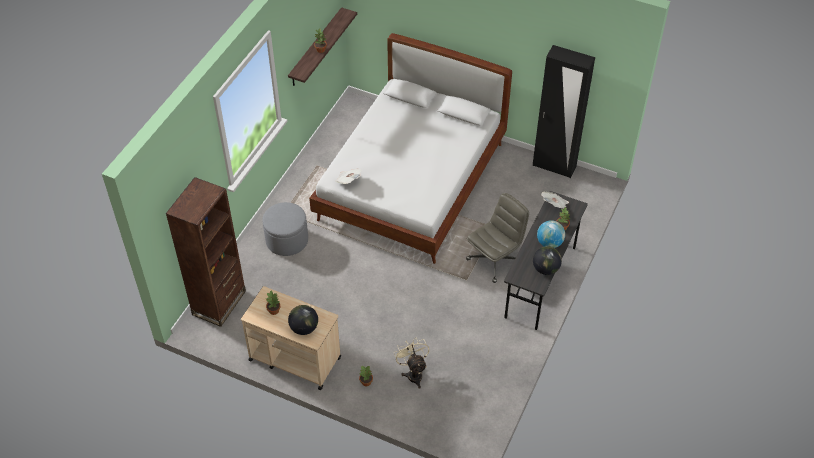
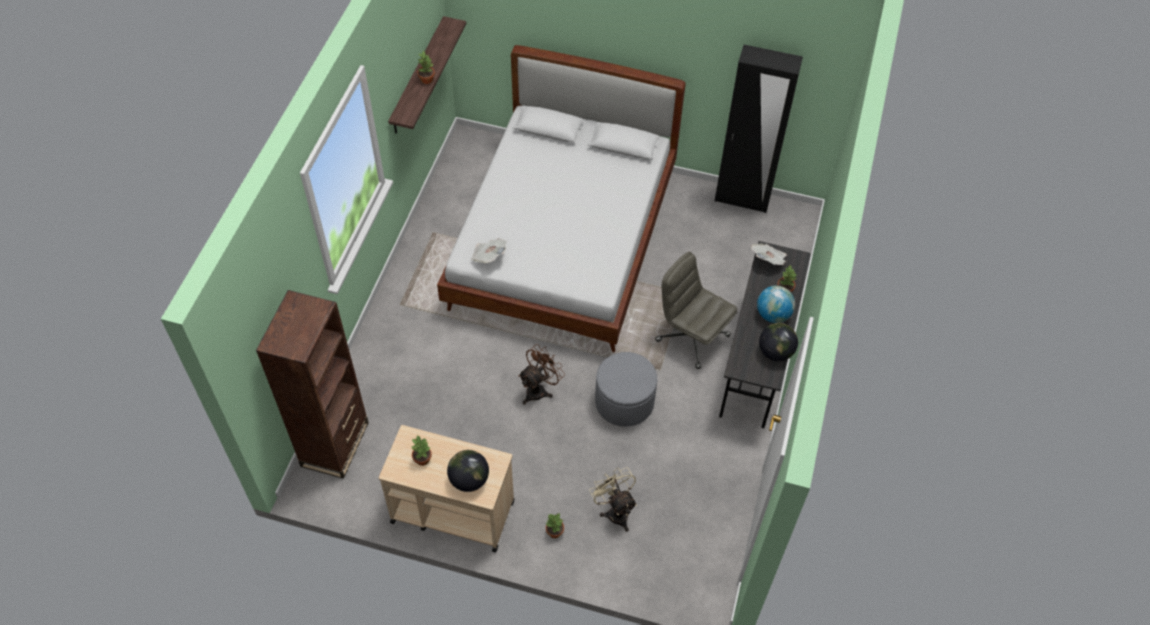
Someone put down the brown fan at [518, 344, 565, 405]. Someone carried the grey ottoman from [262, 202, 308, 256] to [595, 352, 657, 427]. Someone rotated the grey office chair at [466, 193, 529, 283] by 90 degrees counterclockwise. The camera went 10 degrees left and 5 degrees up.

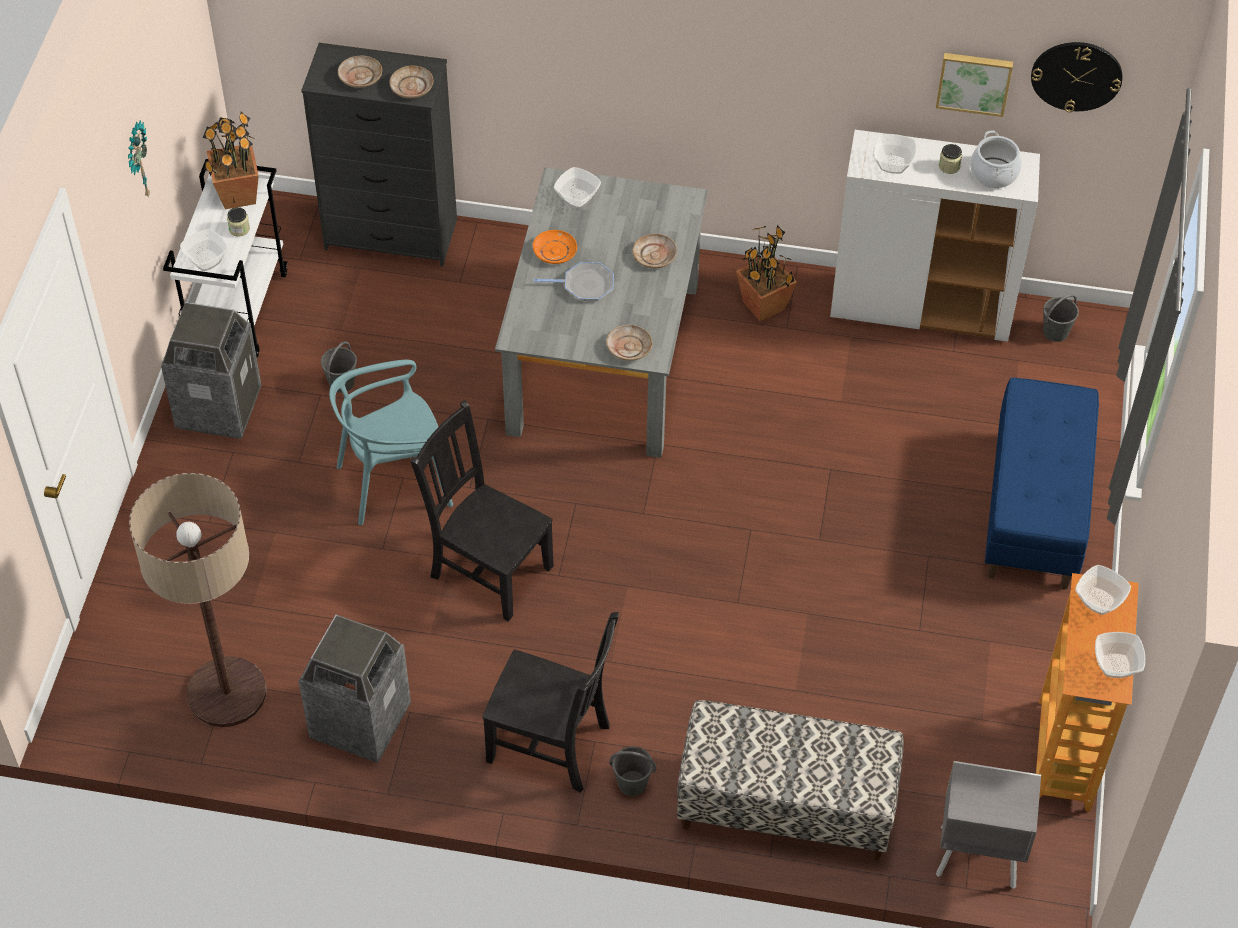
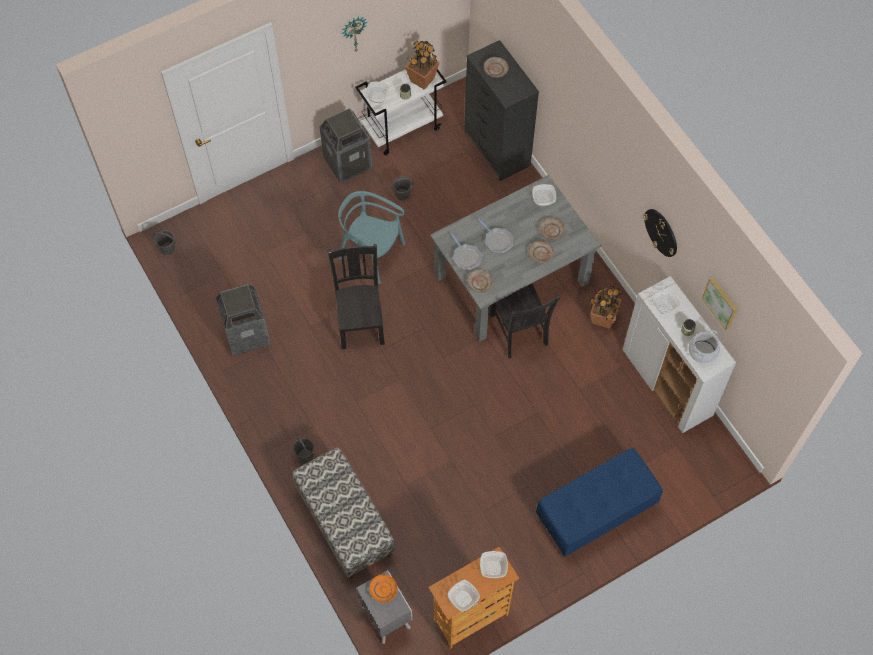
Someone took away the floor lamp at [129, 473, 266, 727]. Someone put down the frying pan at [451, 233, 482, 270]. Someone carried the beige plate from [389, 66, 433, 98] to [540, 218, 565, 240]. Someone carried the black chair from [482, 612, 619, 793] to [490, 283, 560, 358]. Someone carried the orange plate from [533, 230, 577, 264] to [369, 574, 397, 603]. Someone carried the wall clock from [1031, 42, 1122, 113] to [643, 209, 677, 257]. Someone carried the grey bucket from [1043, 294, 1079, 342] to [153, 230, 176, 255]. The camera went 50 degrees right and 10 degrees up.

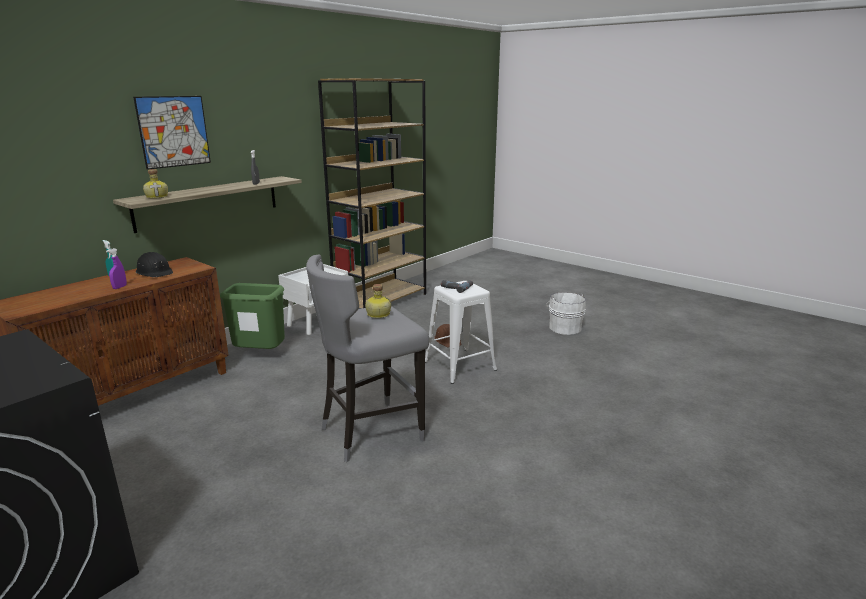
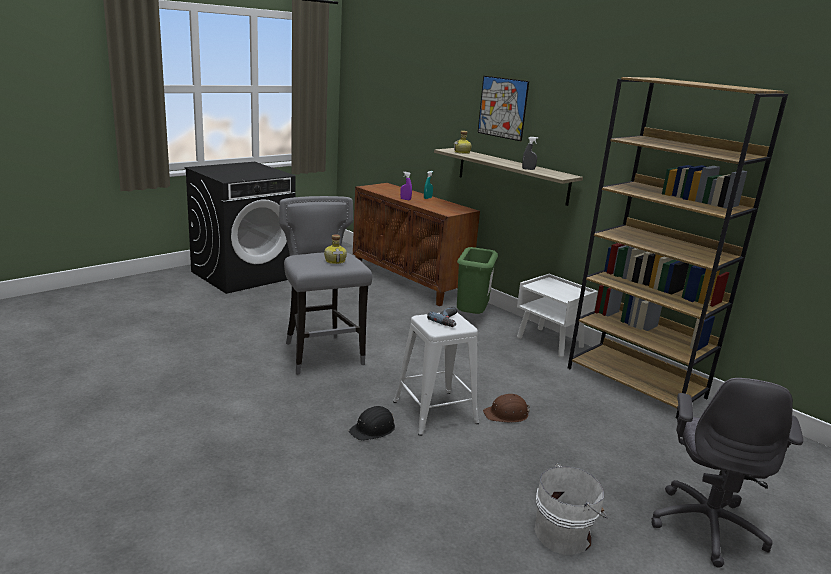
Someone put down the grey office chair at [652, 378, 803, 568]. Someone carried the black hard hat from [136, 252, 173, 277] to [349, 406, 395, 441]. The camera went 95 degrees right and 0 degrees up.

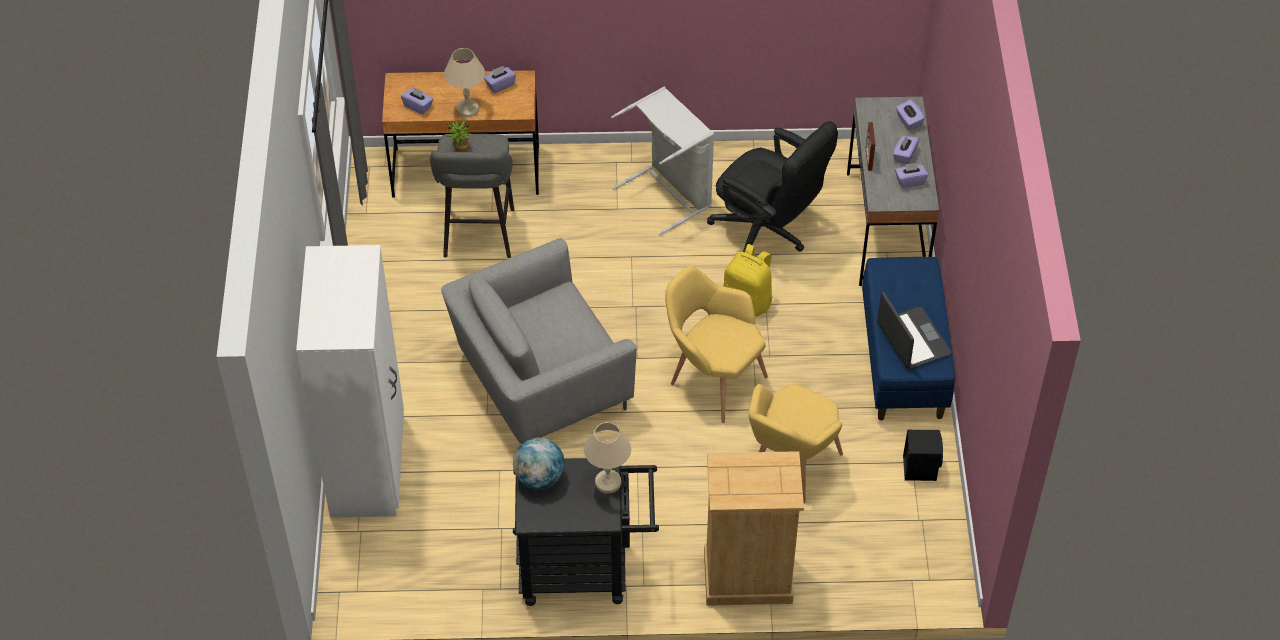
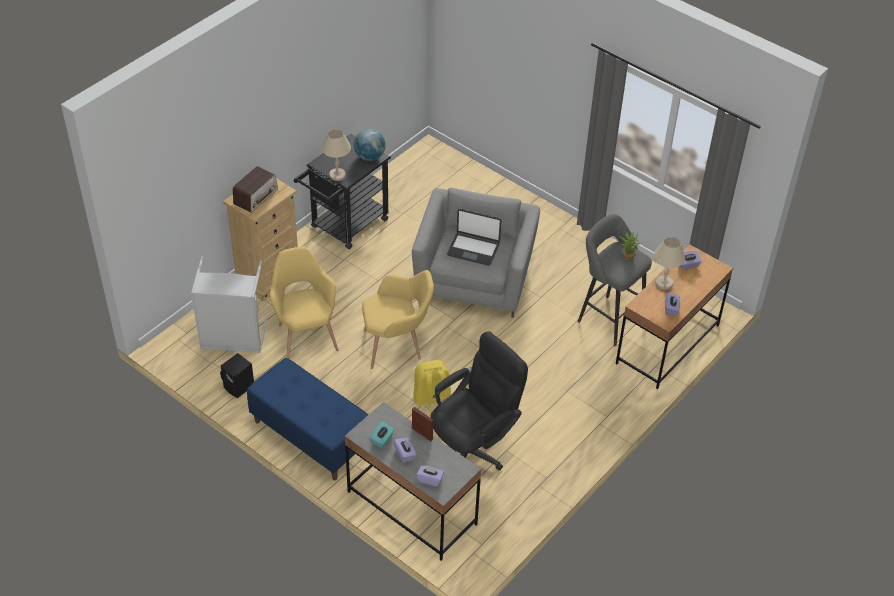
Someone took away the white wardrobe at [296, 245, 404, 518]. Someone put down the radio at [233, 166, 278, 213]. Someone carried the grey laundry basket from [611, 87, 714, 235] to [191, 256, 268, 353]. Someone carried the laptop from [877, 292, 952, 369] to [447, 209, 501, 266]. Someone repainted the purple tissue box at [895, 163, 928, 188], which became the turquoise tissue box at [370, 421, 395, 448]. Someone rotated the black office chair at [707, 121, 838, 252] by 150 degrees clockwise. The camera went 130 degrees right and 5 degrees down.

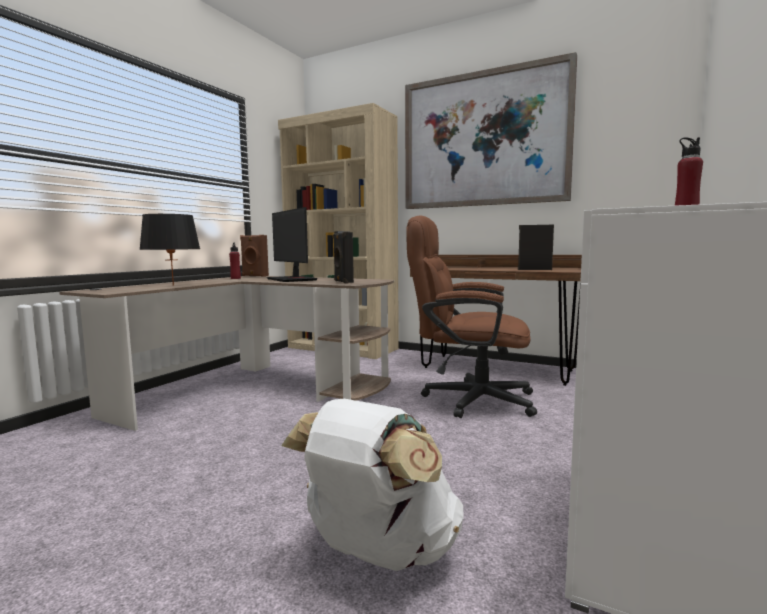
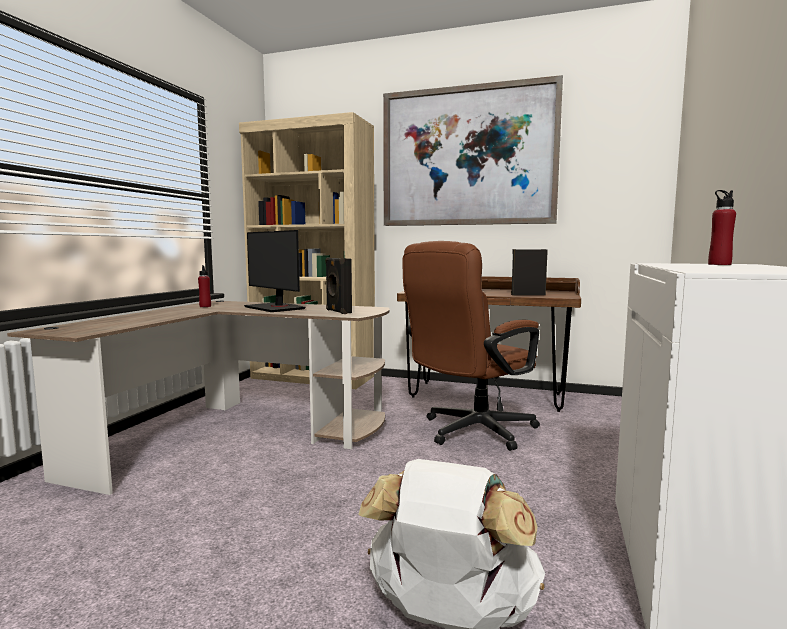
Someone took away the black table lamp at [139, 214, 200, 286]. Someone took away the brown speaker at [240, 235, 269, 277]. Someone rotated the brown office chair at [406, 215, 537, 418] by 45 degrees counterclockwise. The camera went 10 degrees left and 0 degrees up.

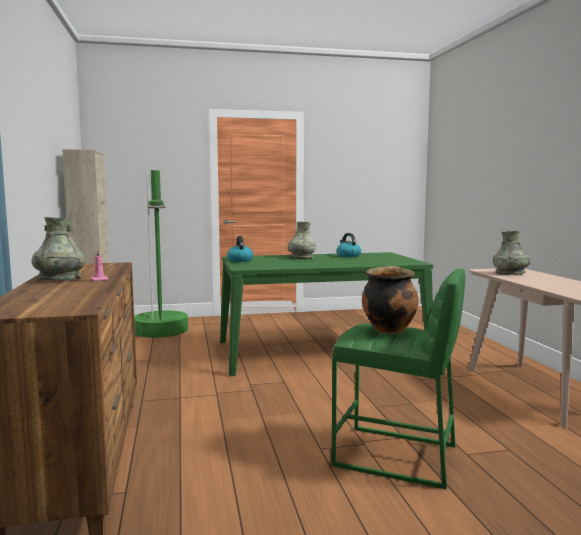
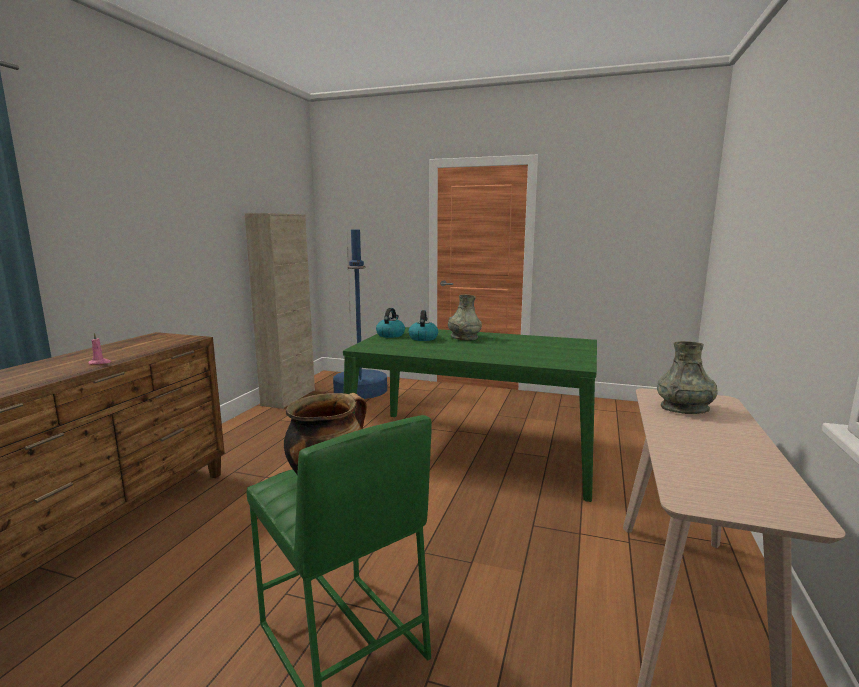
Someone took away the grey vase at [31, 217, 85, 280]. Someone carried the kettle from [337, 233, 361, 257] to [409, 310, 438, 341]. Someone repainted the green floor lamp at [134, 170, 188, 338], which became the blue floor lamp at [333, 230, 387, 399]. The camera went 30 degrees right and 5 degrees up.

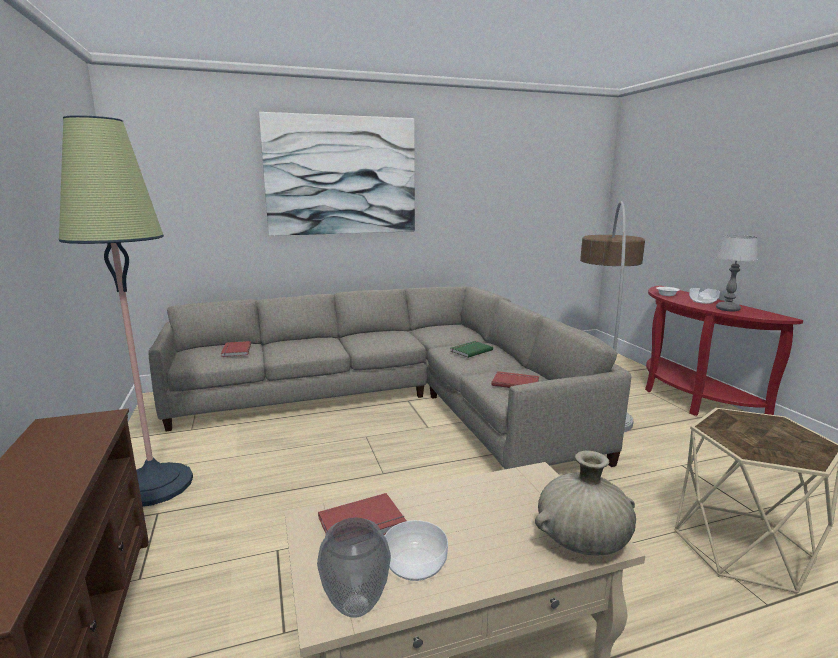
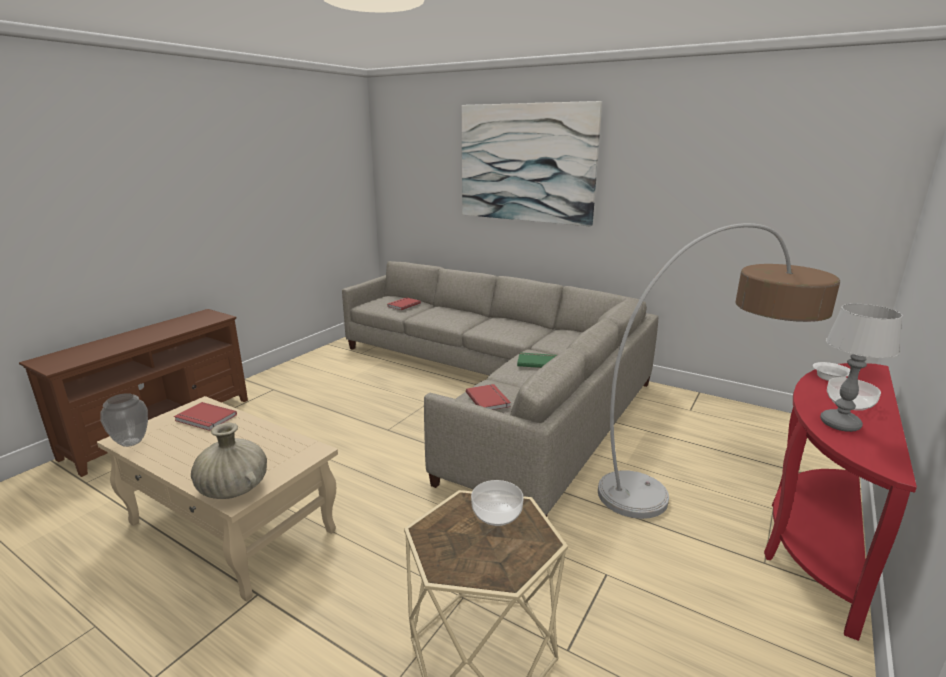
Someone took away the floor lamp at [59, 115, 193, 507]. Someone carried the bowl from [385, 520, 448, 581] to [471, 480, 524, 526]. The camera went 50 degrees right and 5 degrees up.

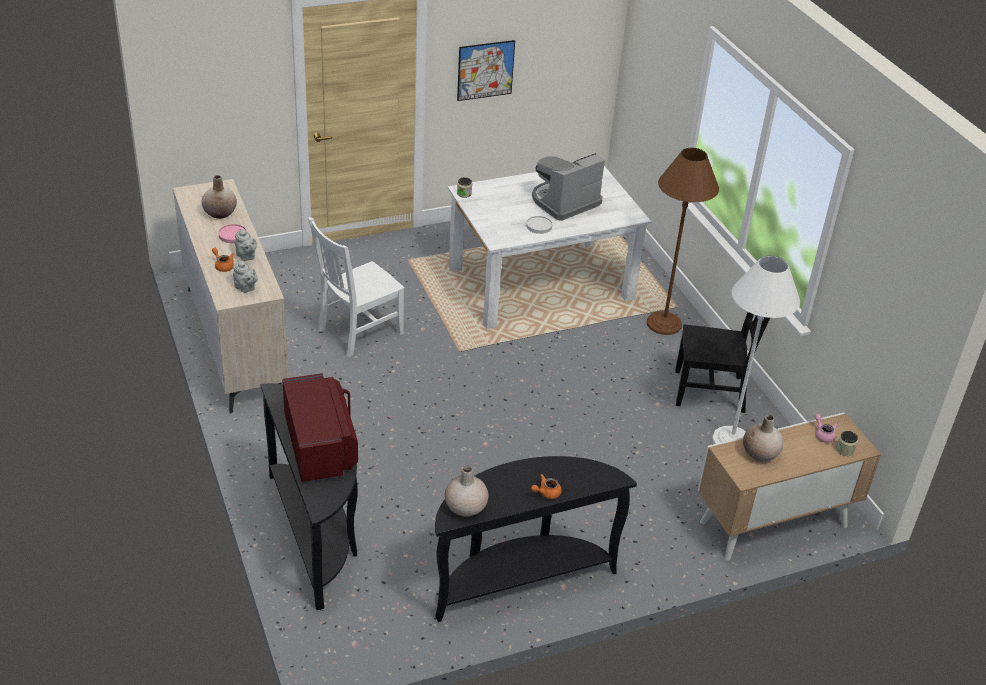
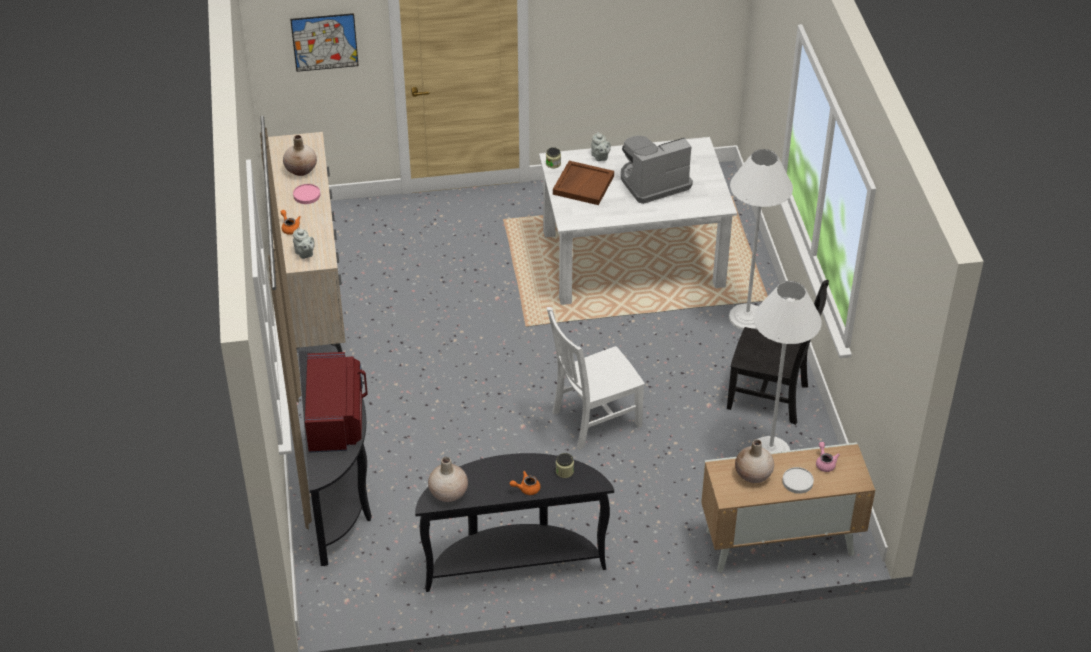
Someone put down the brown tray at [553, 161, 614, 205]. Someone carried the grey teapot from [235, 228, 257, 261] to [591, 132, 611, 161]. Someone carried the white chair from [308, 217, 404, 357] to [547, 307, 645, 450]. Someone carried the picture from [457, 40, 515, 101] to [290, 13, 359, 72]. Someone carried the white plate from [526, 216, 552, 234] to [782, 467, 814, 494]. Someone carried the jar from [836, 431, 858, 456] to [556, 453, 574, 478]. Someone repainted the brown floor lamp at [647, 148, 719, 335], which became the white floor lamp at [729, 149, 793, 330]. The camera went 15 degrees right and 5 degrees up.

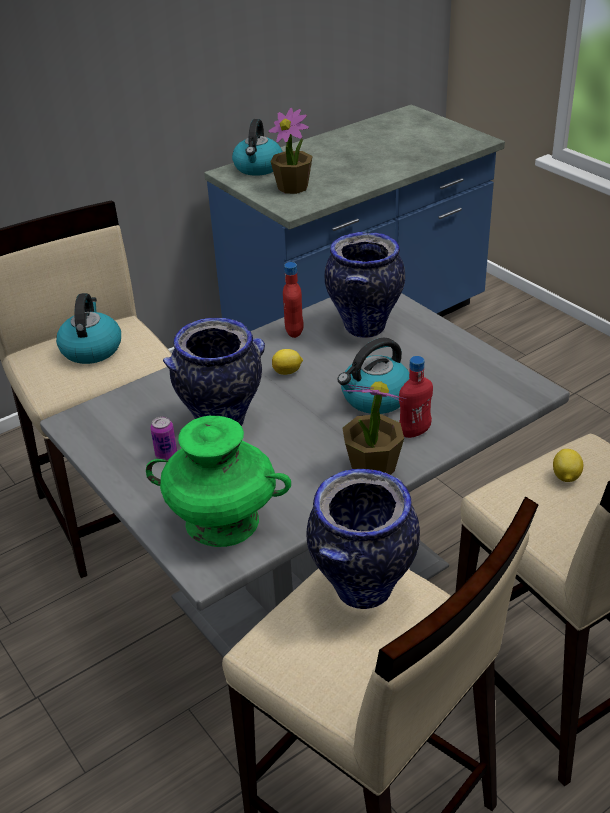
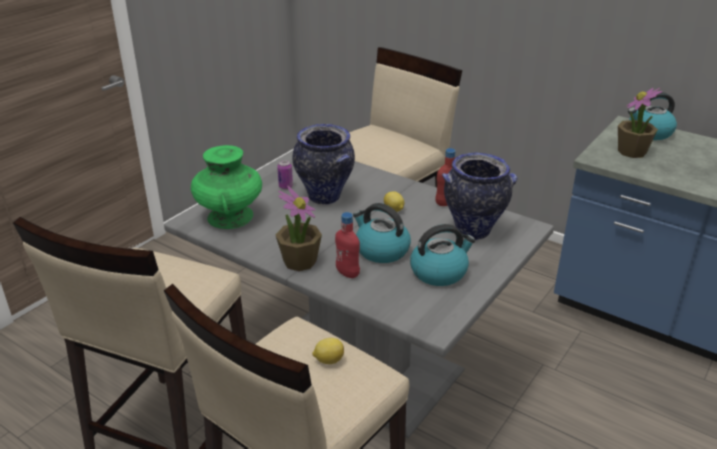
Someone took away the vase at [307, 469, 420, 609]. Someone carried the kettle from [56, 293, 121, 364] to [410, 224, 476, 286]. The camera went 70 degrees right and 5 degrees down.

